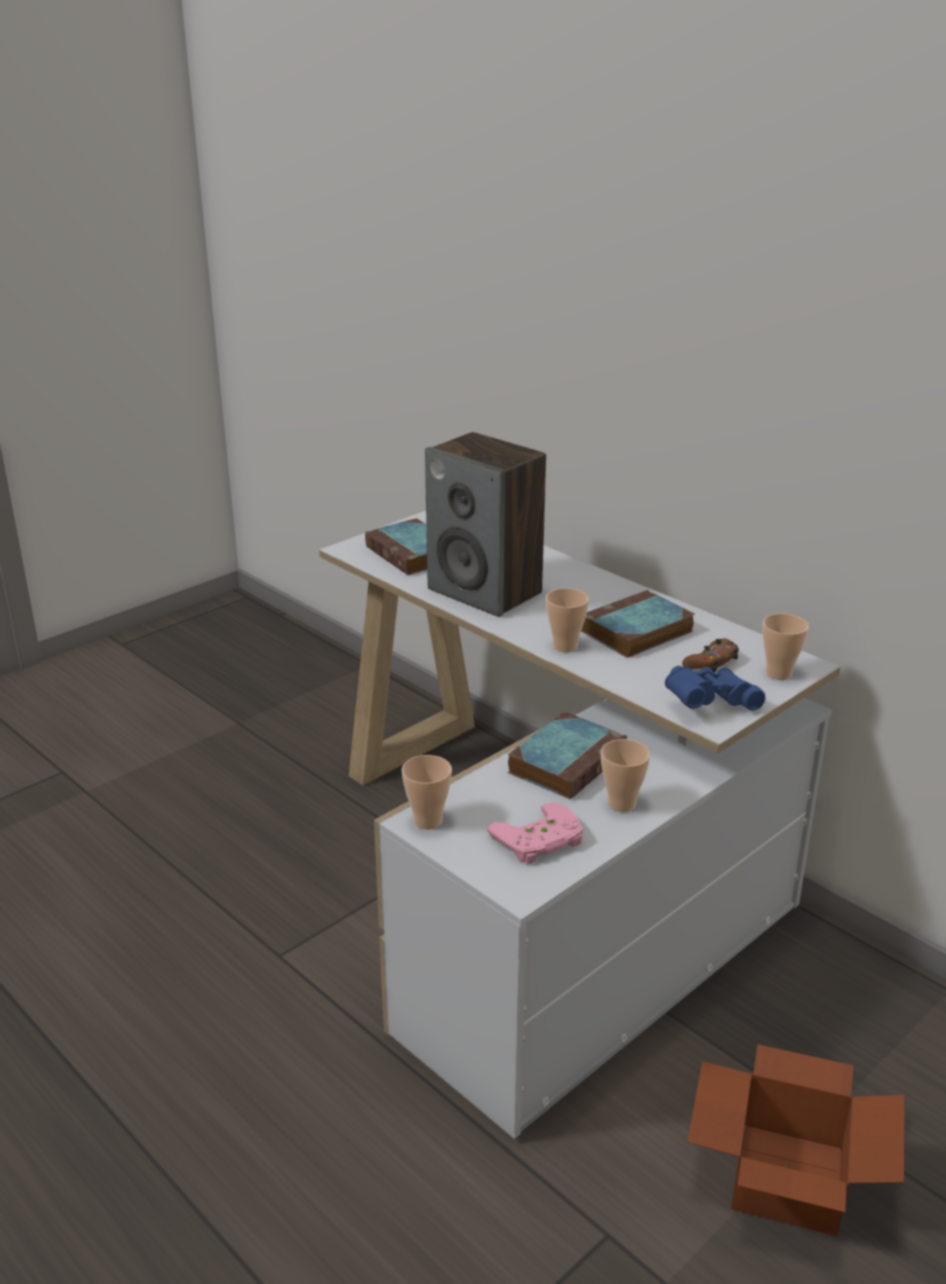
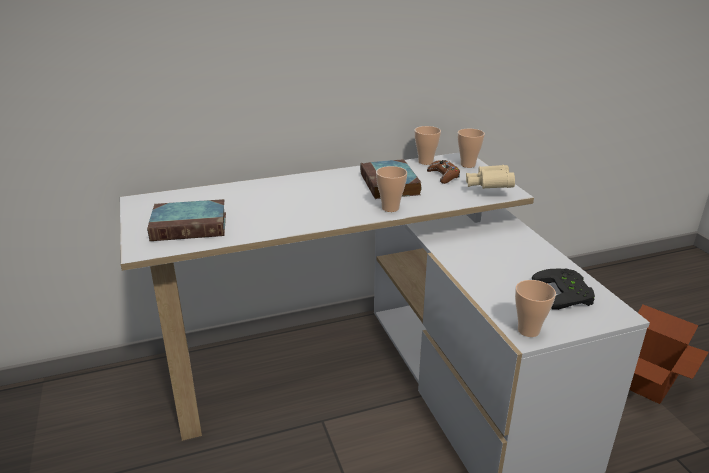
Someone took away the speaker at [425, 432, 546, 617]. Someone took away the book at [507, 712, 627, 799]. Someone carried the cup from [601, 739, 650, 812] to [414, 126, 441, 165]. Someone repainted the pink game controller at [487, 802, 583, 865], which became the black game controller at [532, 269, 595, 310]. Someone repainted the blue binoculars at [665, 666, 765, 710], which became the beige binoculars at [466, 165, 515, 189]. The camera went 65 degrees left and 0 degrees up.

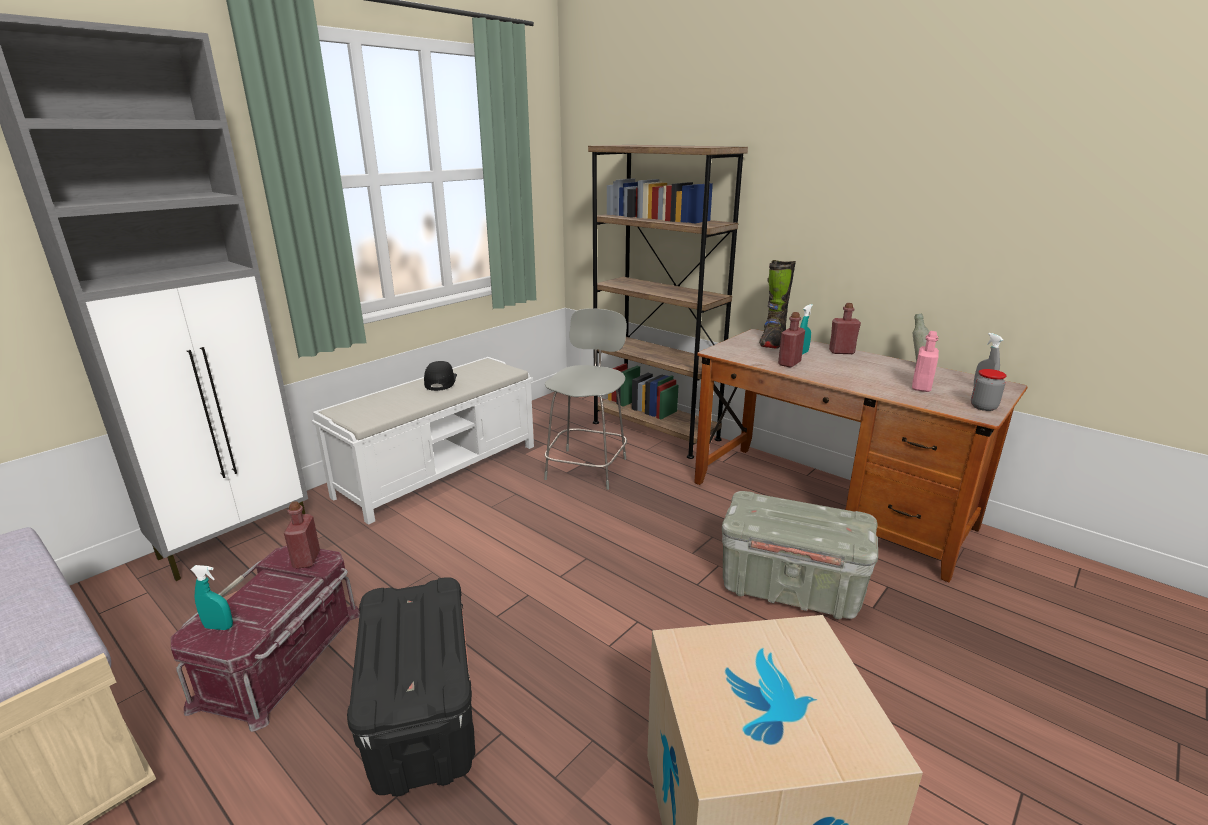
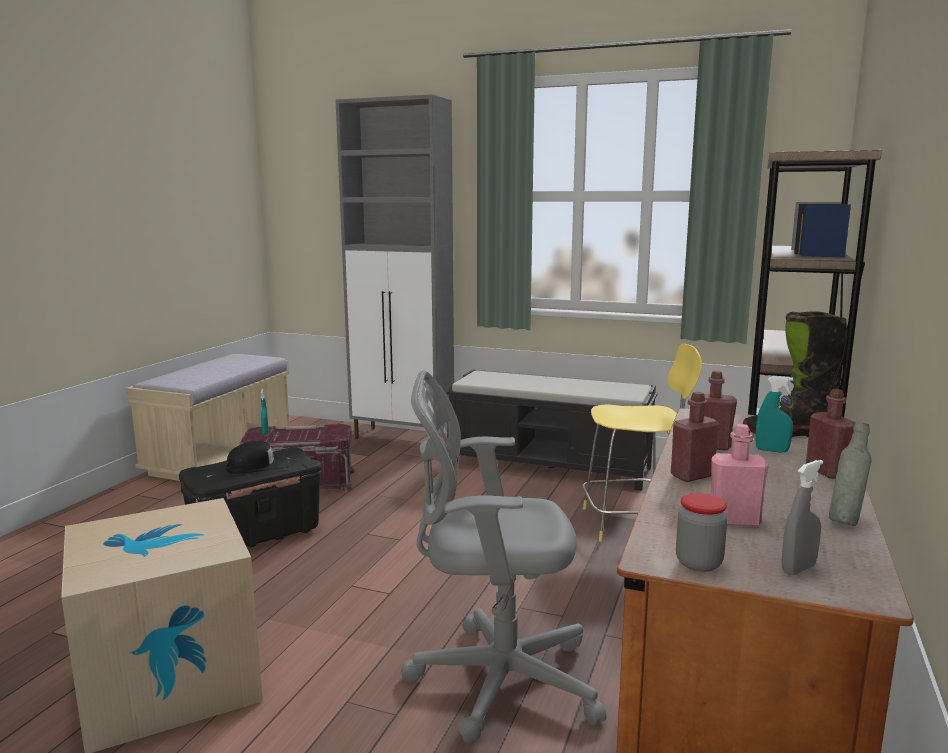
Someone carried the red bottle from [284, 501, 320, 568] to [671, 392, 719, 482]. Someone carried the black cap from [424, 361, 457, 391] to [226, 441, 290, 474]. Someone swapped the grey storage box at [722, 491, 878, 619] for the grey office chair at [401, 370, 607, 744]. Someone repainted the white bench at [312, 357, 534, 525], which became the black bench at [447, 370, 657, 491]. Someone repainted the grey stool at [544, 308, 627, 490], which became the yellow stool at [582, 344, 702, 542]. The camera went 70 degrees right and 10 degrees down.

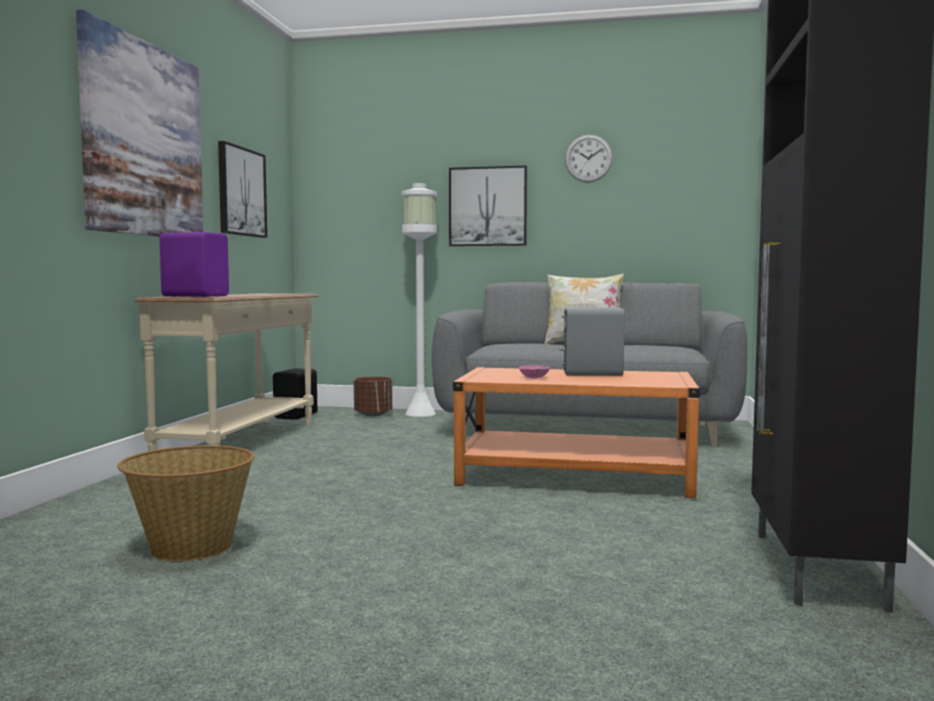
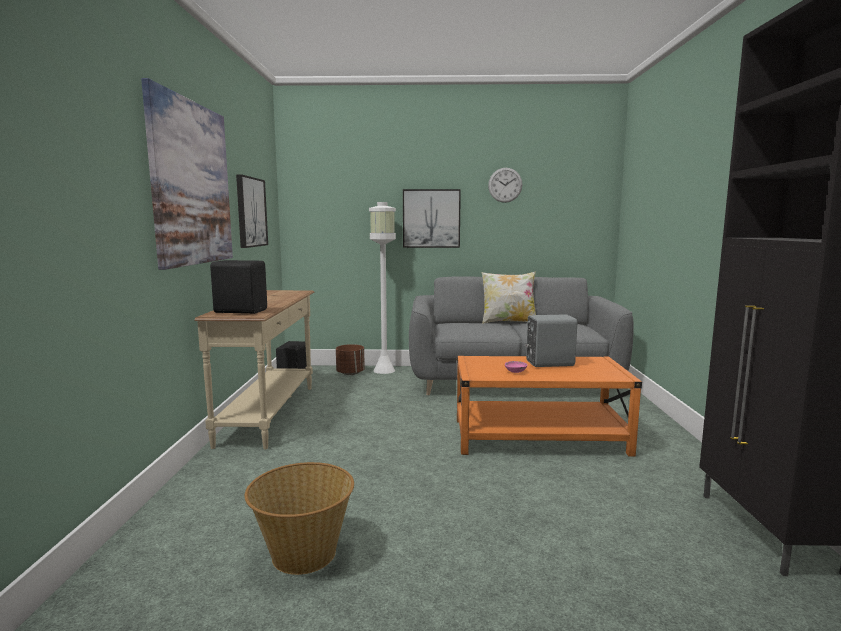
Someone repainted the purple speaker at [159, 232, 229, 297], which became the black speaker at [210, 260, 267, 314]. The camera went 10 degrees left and 5 degrees up.

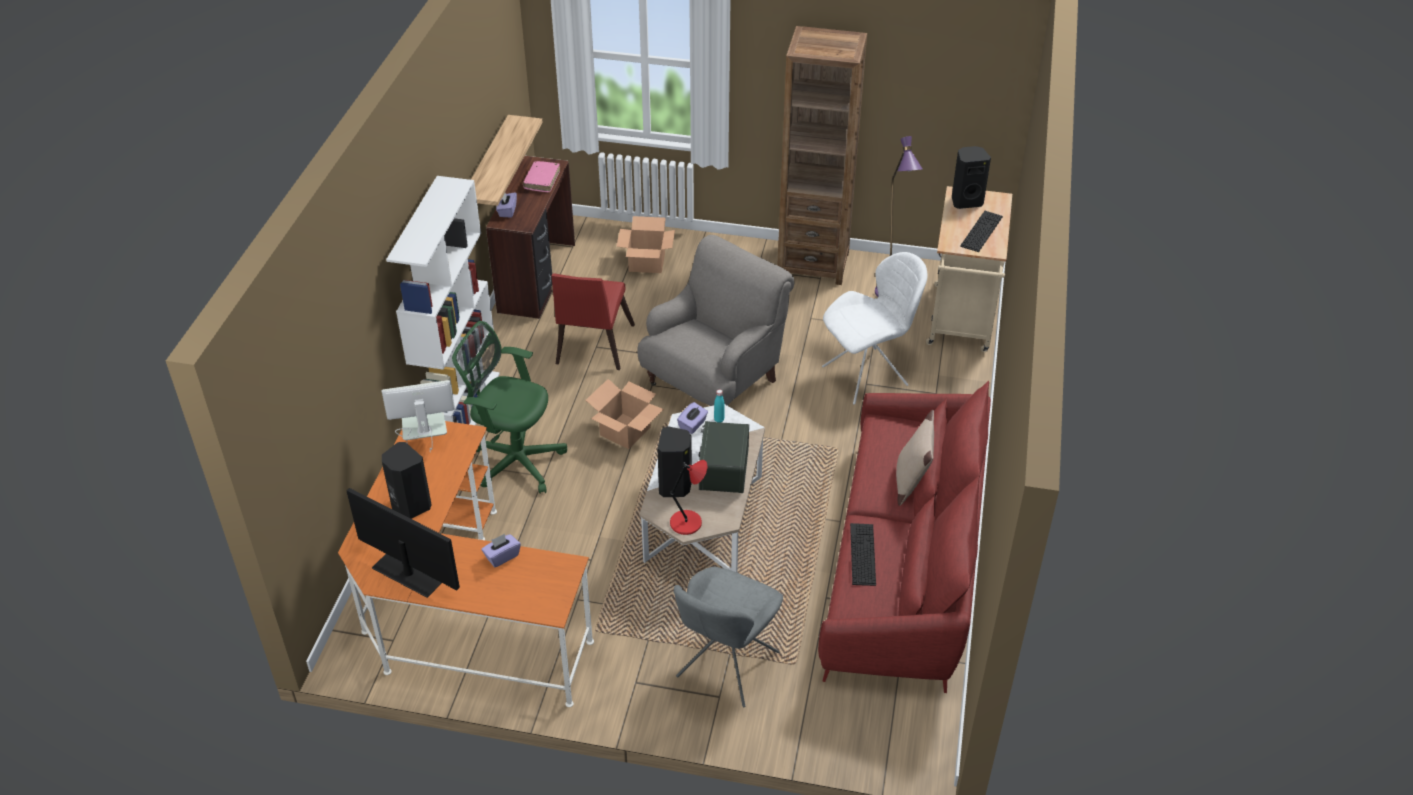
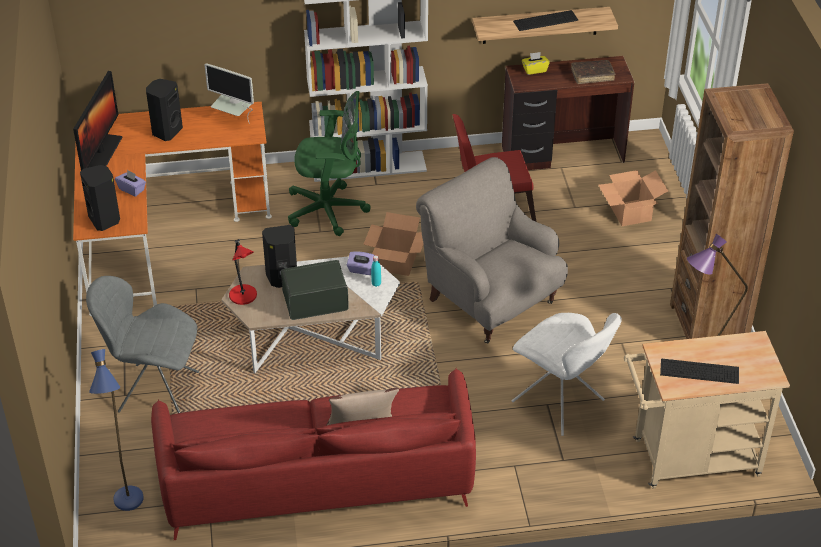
Someone put down the blue floor lamp at [89, 349, 144, 511]. Someone carried the keyboard from [850, 523, 876, 586] to [513, 10, 578, 31]. Someone carried the black speaker from [952, 146, 991, 209] to [80, 165, 120, 231]. Someone repainted the purple tissue box at [496, 192, 517, 218], which became the yellow tissue box at [522, 52, 550, 75]. Someone repainted the pink book at [523, 161, 560, 192], which became the brown book at [571, 60, 615, 84]. Someone rotated the monitor at [382, 380, 455, 452] by 150 degrees clockwise. Someone rotated the green office chair at [452, 321, 567, 494] by 90 degrees clockwise. Someone rotated the grey armchair at [637, 235, 794, 406] by 150 degrees counterclockwise. The camera went 70 degrees right and 0 degrees up.

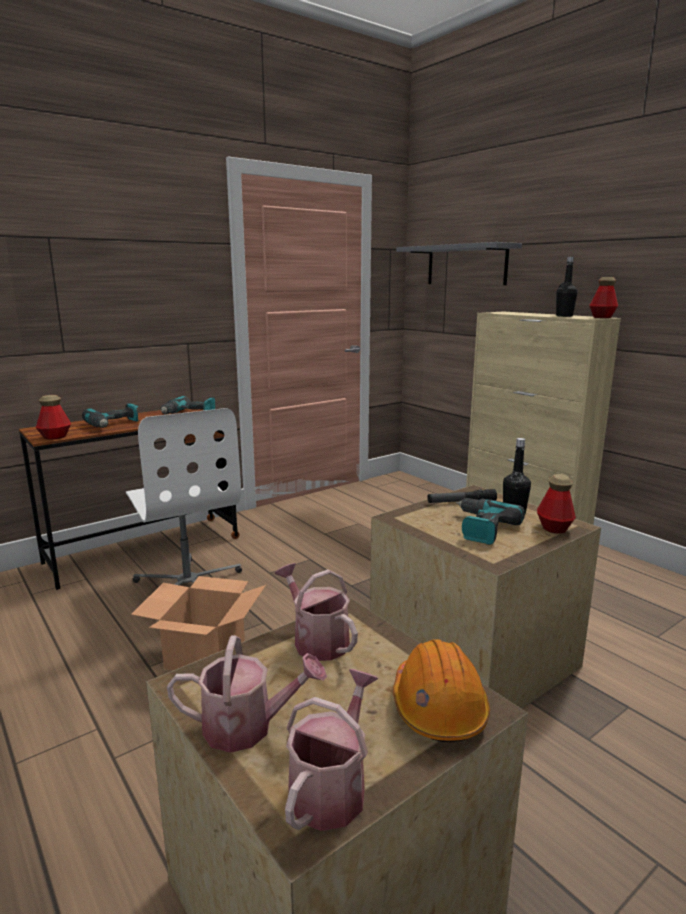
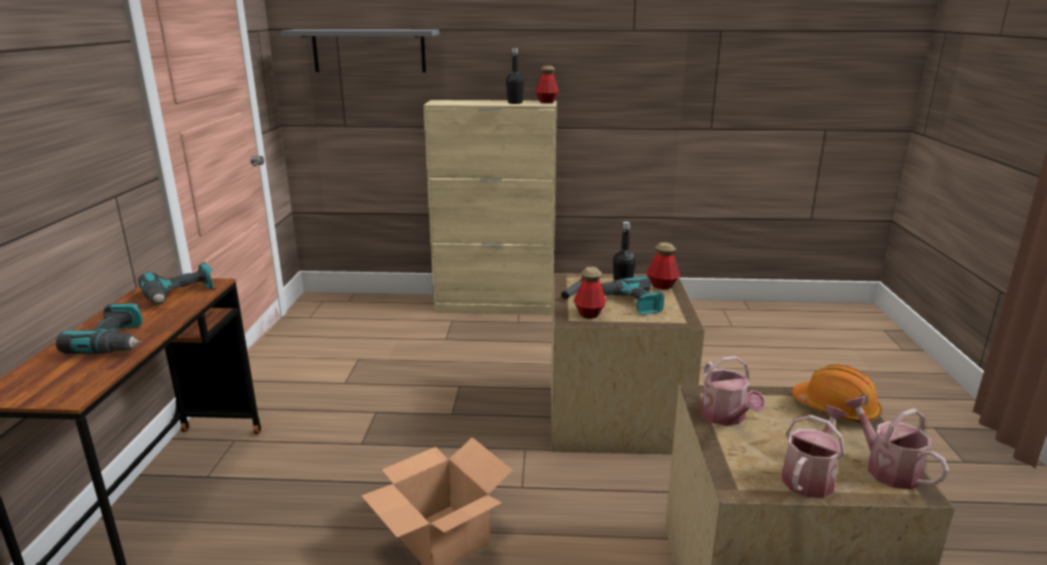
Someone took away the white office chair at [126, 408, 242, 585]. Someone carried the bottle from [36, 395, 71, 440] to [574, 267, 606, 319]. Someone rotated the watering can at [275, 563, 358, 661] by 105 degrees counterclockwise. The camera went 50 degrees left and 5 degrees up.

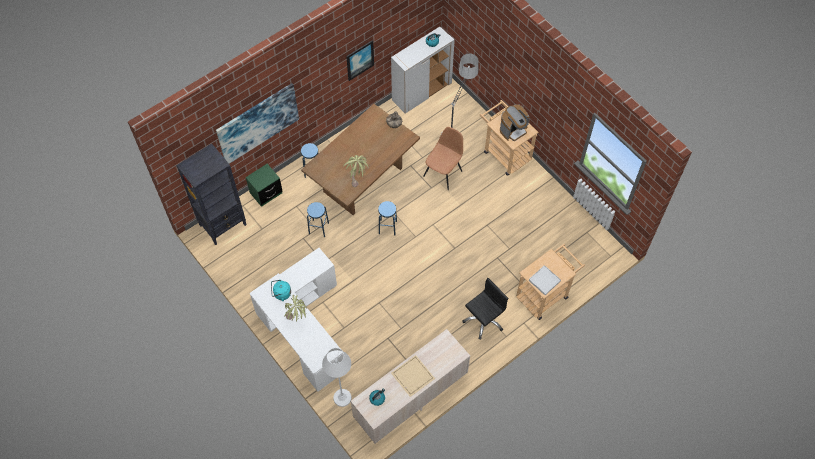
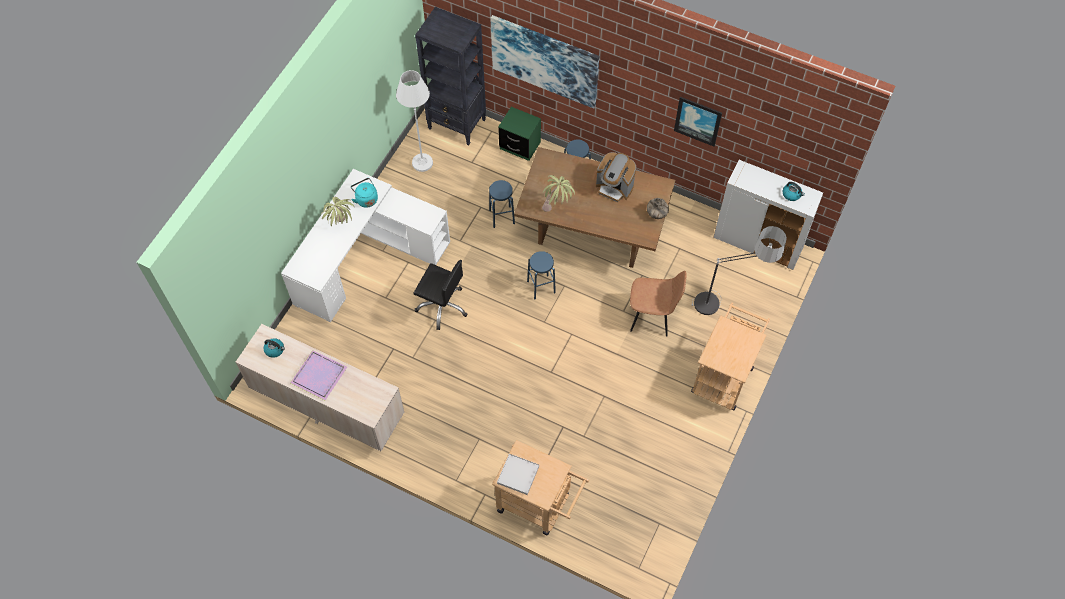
Someone carried the white floor lamp from [322, 348, 352, 407] to [396, 70, 433, 172]. Someone carried the black office chair from [462, 278, 508, 339] to [413, 260, 467, 330]. Someone carried the coffee machine from [500, 104, 529, 141] to [596, 152, 636, 202]. Someone repainted the beige tray at [391, 355, 435, 397], which became the purple tray at [291, 350, 347, 400]. The camera went 65 degrees right and 0 degrees up.

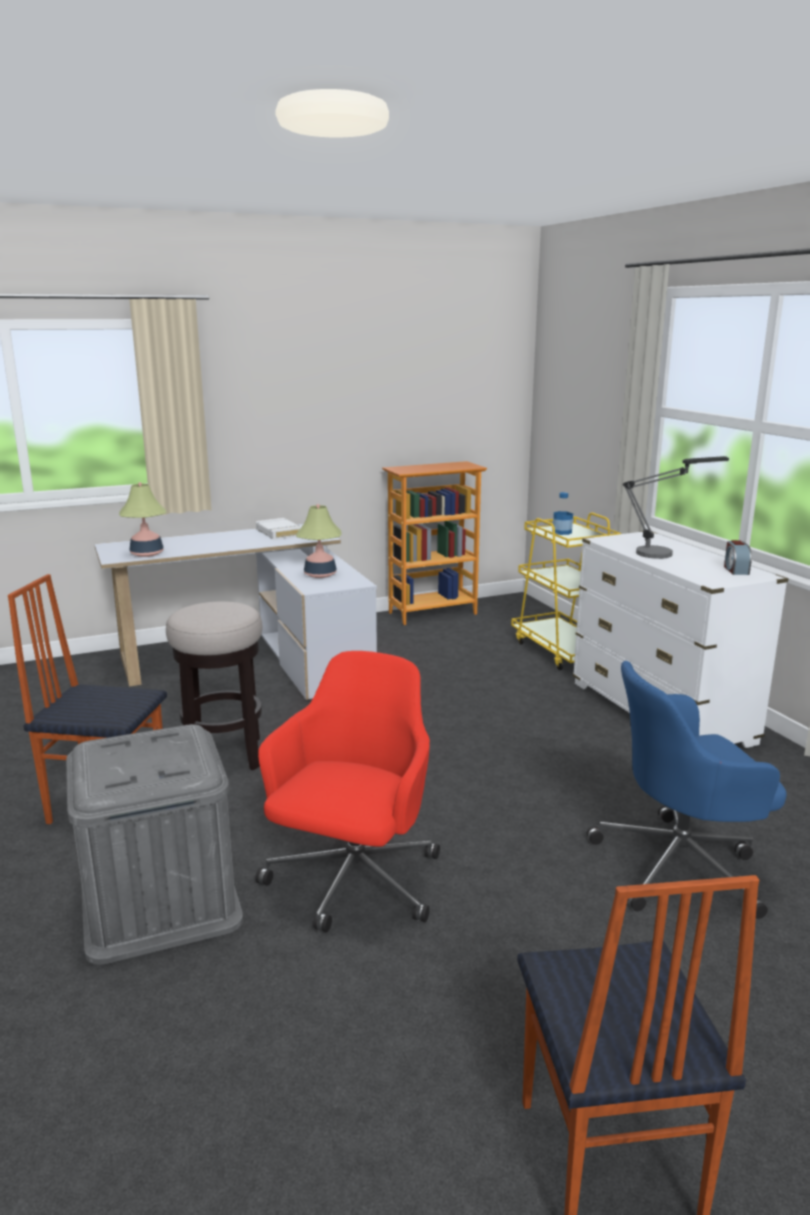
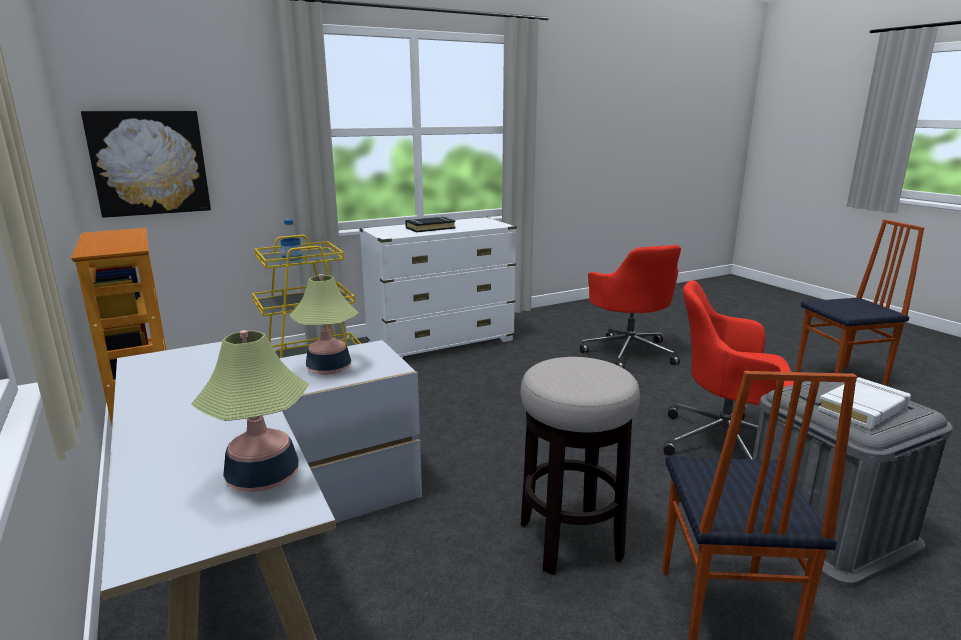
Someone took away the alarm clock at [724, 540, 752, 575]. Someone put up the picture at [81, 111, 211, 218]. Someone carried the white book from [256, 518, 301, 540] to [818, 377, 911, 429]. Someone swapped the table lamp at [623, 456, 729, 559] for the black book at [405, 217, 456, 232]. Someone repainted the blue office chair at [587, 661, 787, 919], which became the red office chair at [580, 245, 681, 369]. The camera went 95 degrees left and 0 degrees up.

